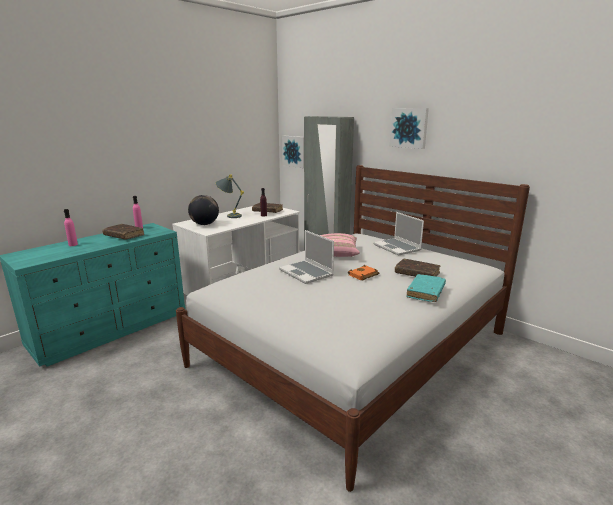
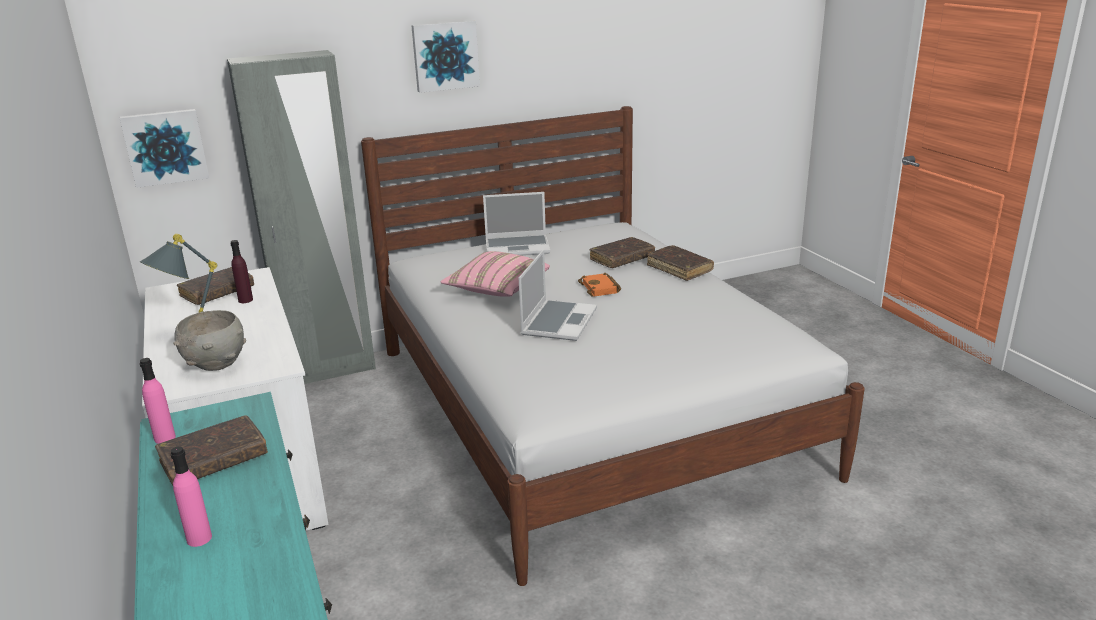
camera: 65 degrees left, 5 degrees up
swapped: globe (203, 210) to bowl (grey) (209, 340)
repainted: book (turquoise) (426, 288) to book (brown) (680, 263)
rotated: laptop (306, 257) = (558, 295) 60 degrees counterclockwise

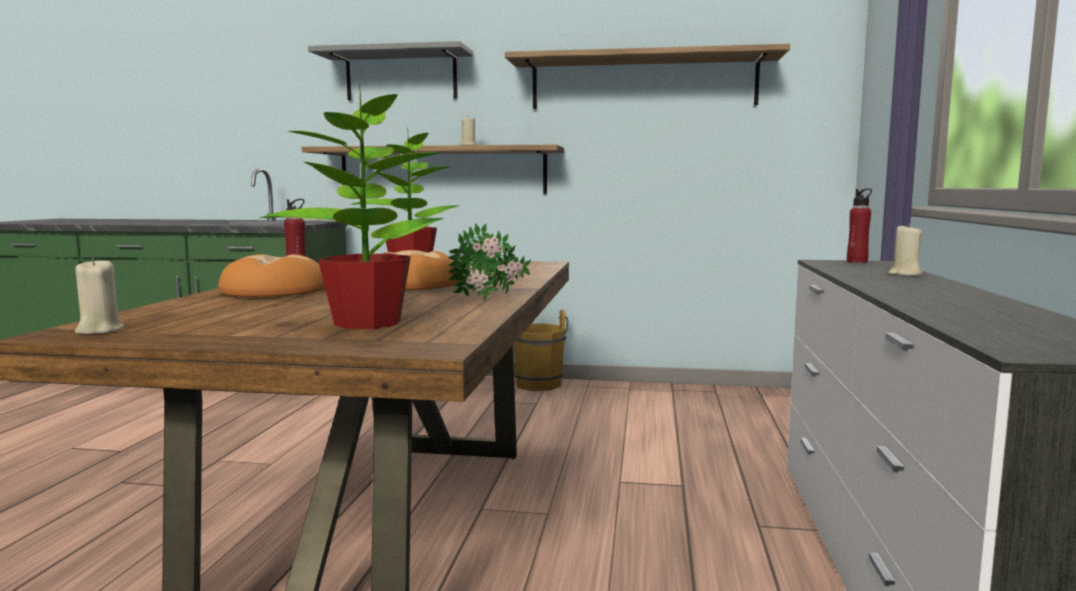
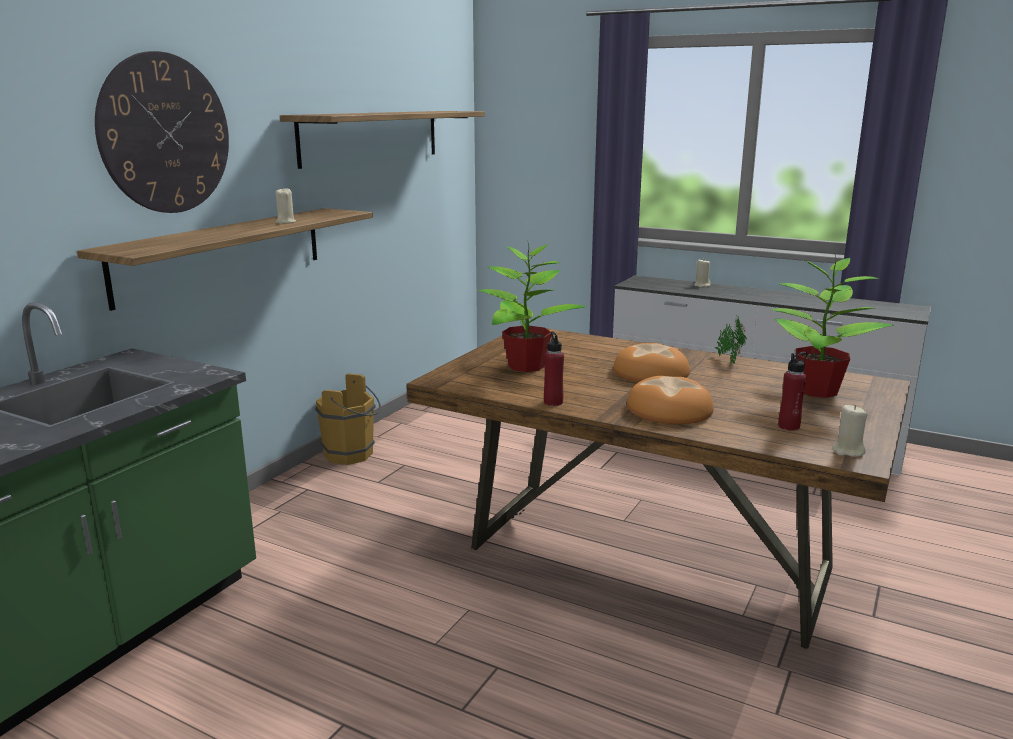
camera: 70 degrees left, 10 degrees up
shifted: bottle (red) (859, 226) to (793, 391)
swapped: shelf (grey) (390, 70) to wall clock (162, 132)

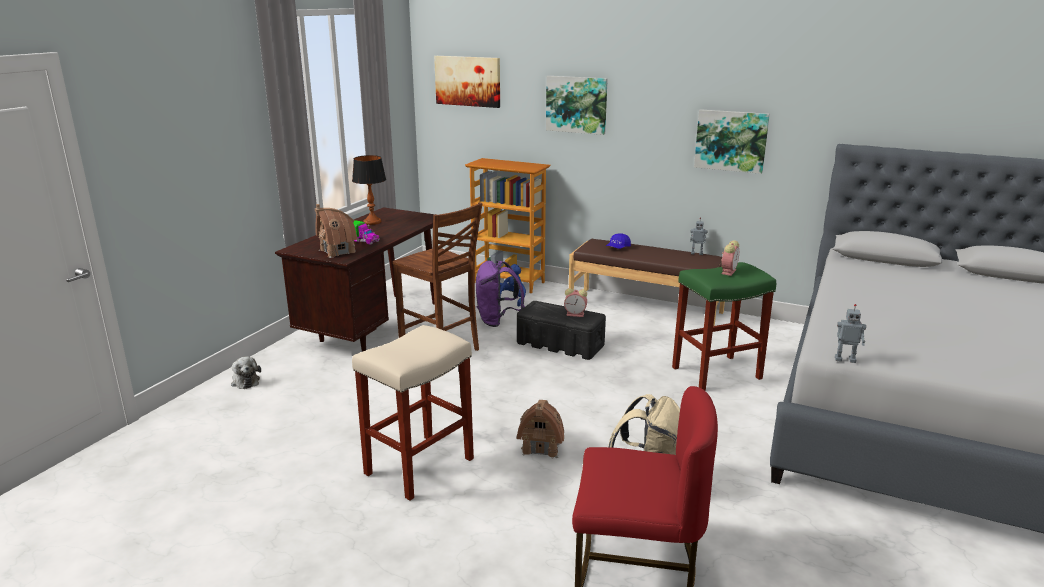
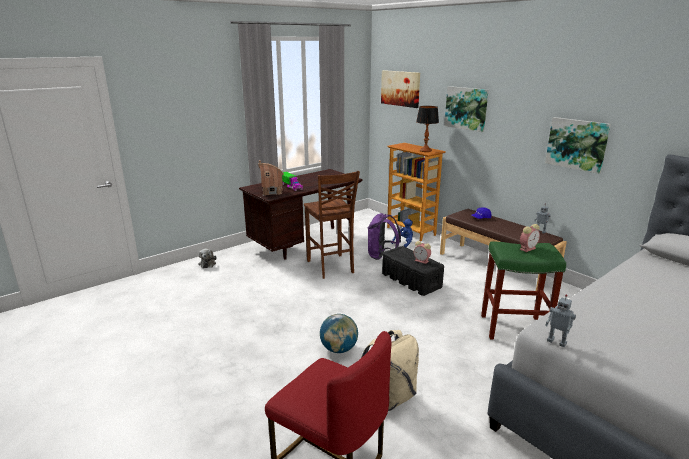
camera: 25 degrees right, 0 degrees up
gone: stool (beige) (413, 413)
shifted: table lamp (369, 190) to (427, 129)
swapped: toy house (540, 429) to globe (339, 333)

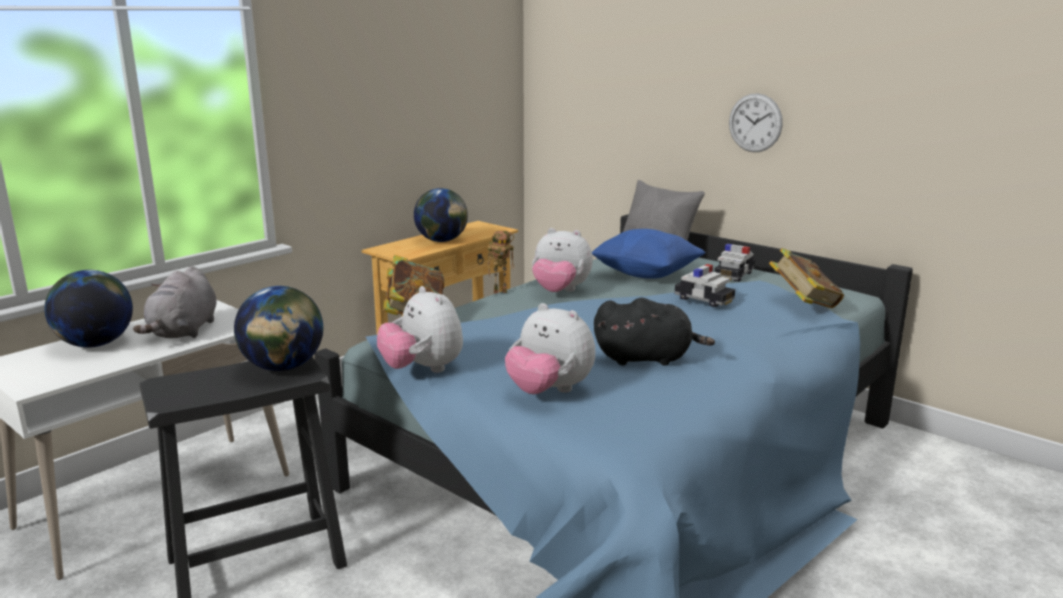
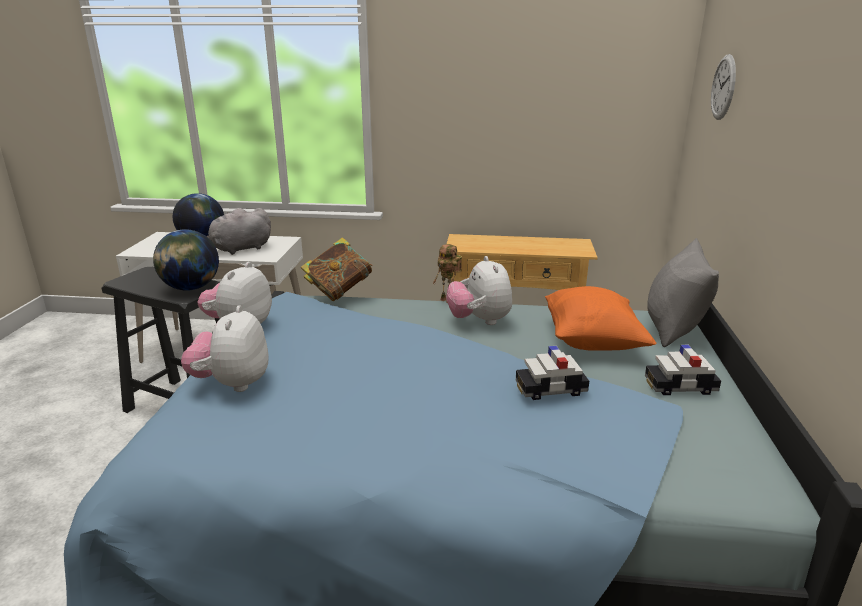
camera: 55 degrees right, 5 degrees up
gone: globe (441, 215); plush toy (black) (654, 332); book (806, 278)
shifted: wall clock (756, 122) to (723, 87)
repainted: pillow (blue) (649, 254) to pillow (orange) (601, 318)
rotated: toy car (705, 285) = (552, 373) 75 degrees clockwise

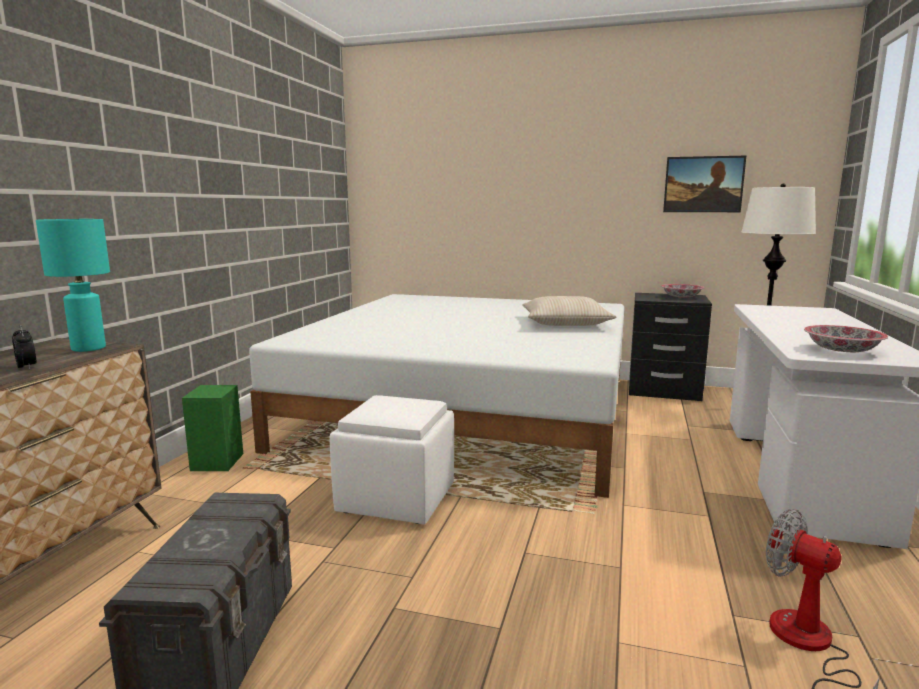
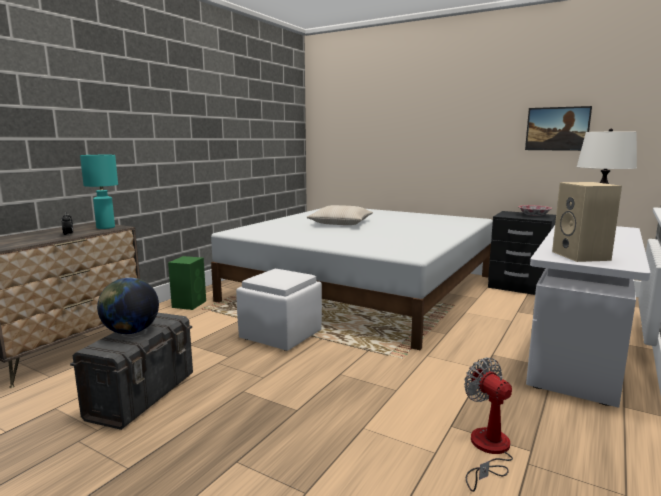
camera: 15 degrees right, 0 degrees up
new: globe (128, 306)
shifted: pillow (beige) (569, 311) to (339, 215)
swapped: bowl (846, 338) to speaker (beige) (587, 222)

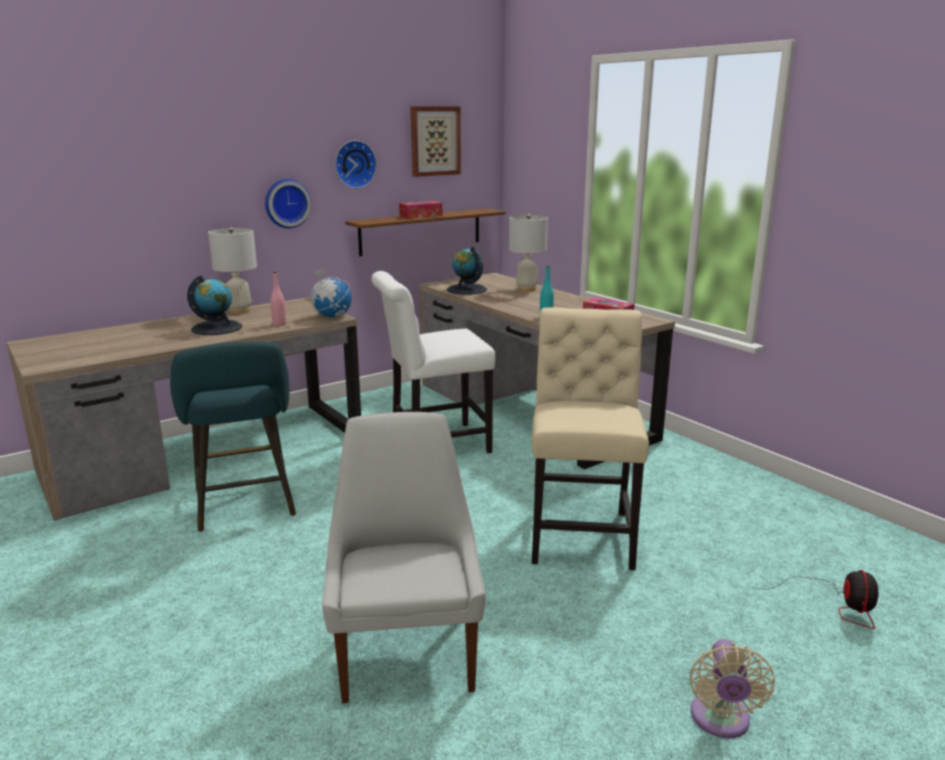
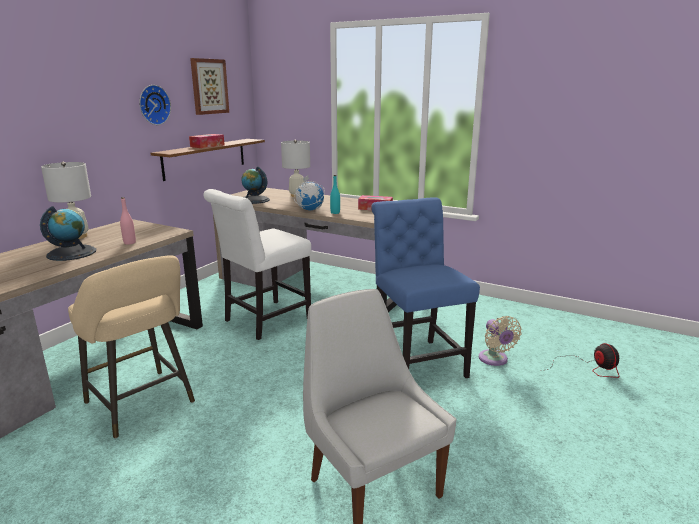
camera: 25 degrees left, 0 degrees up
gone: wall clock (288, 203)
shifted: globe (331, 292) to (309, 192); fan (beige) (732, 688) to (500, 341)
repainted: stool (turquoise) (233, 437) to stool (beige) (131, 346); chair (beige) (590, 439) to chair (blue) (425, 287)

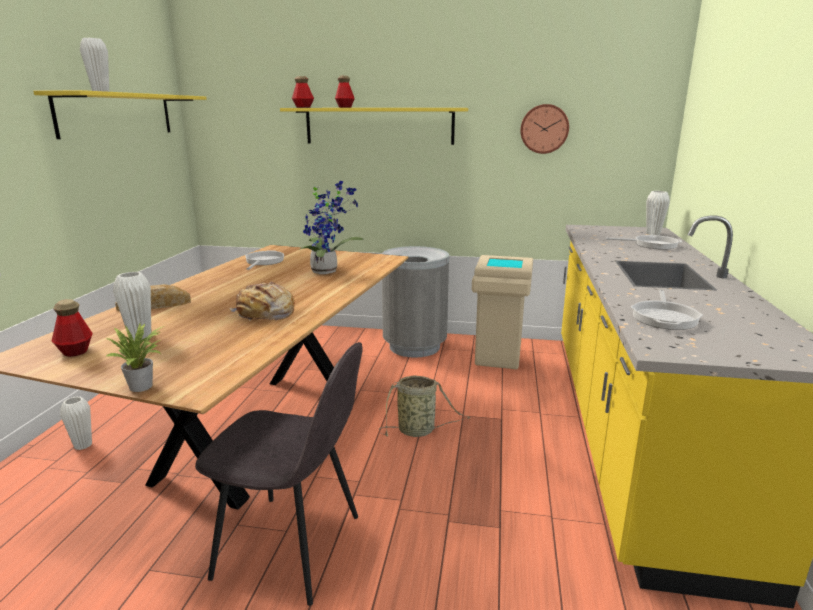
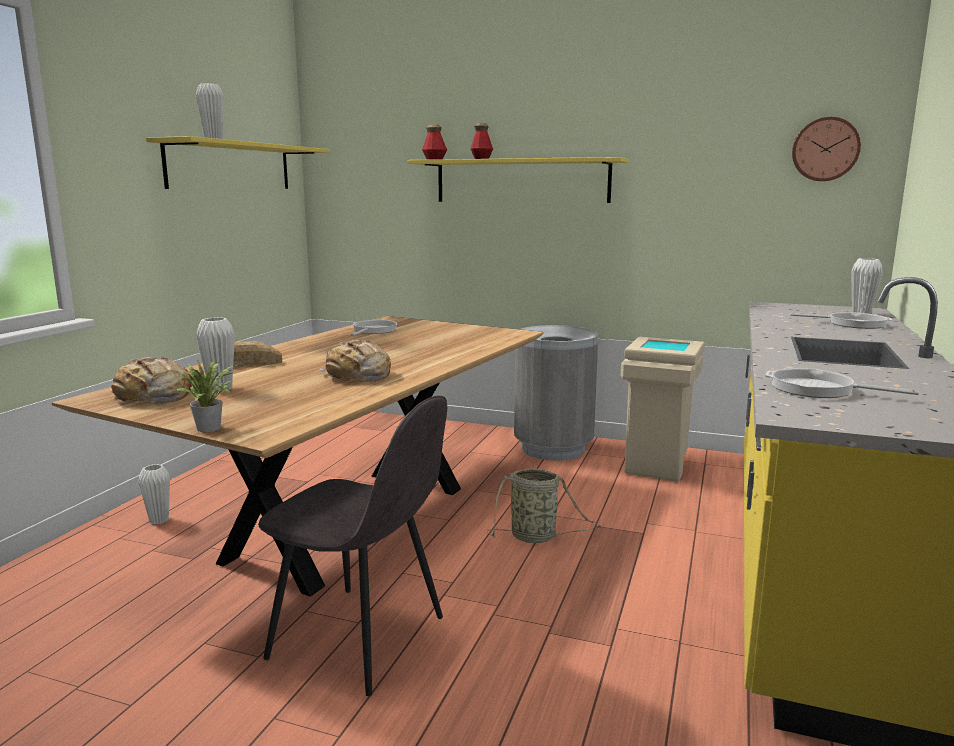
camera: 10 degrees right, 5 degrees down
gone: potted plant (331, 227)
shifted: wall clock (544, 129) to (826, 149)
swapped: bottle (72, 328) to bread (151, 380)
rotated: frying pan (667, 310) = (842, 383) 90 degrees clockwise

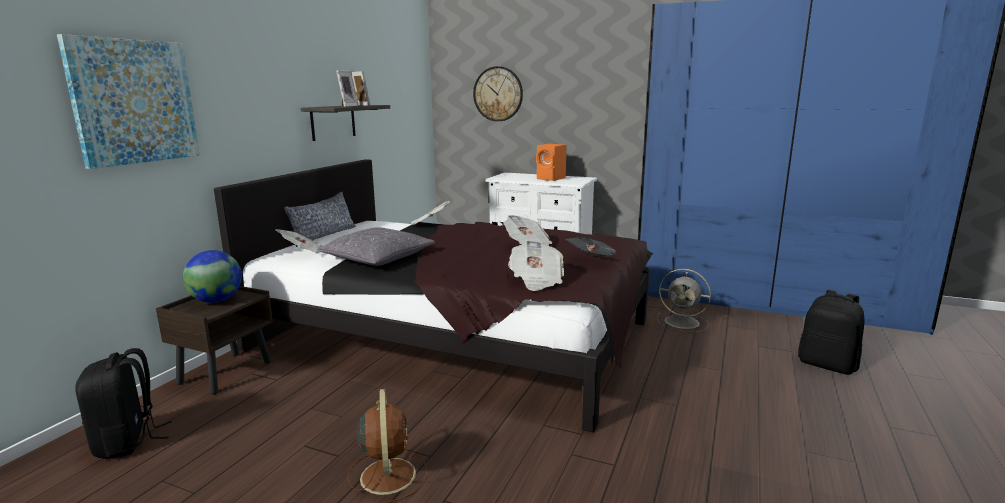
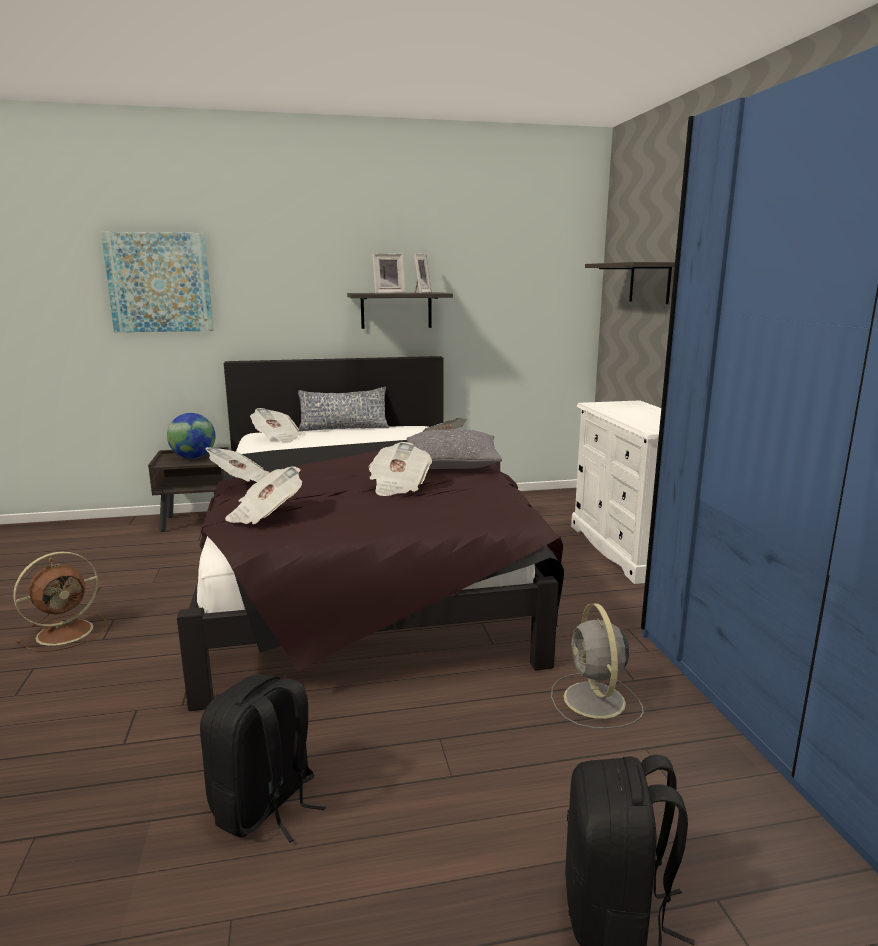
camera: 55 degrees right, 0 degrees up
gone: speaker (orange) (551, 162)
shifted: backpack (black) (123, 403) to (263, 758); pillow (grey) (376, 246) to (454, 449); newspaper (591, 246) to (237, 464)
swapped: wall clock (498, 93) to shelf (630, 283)

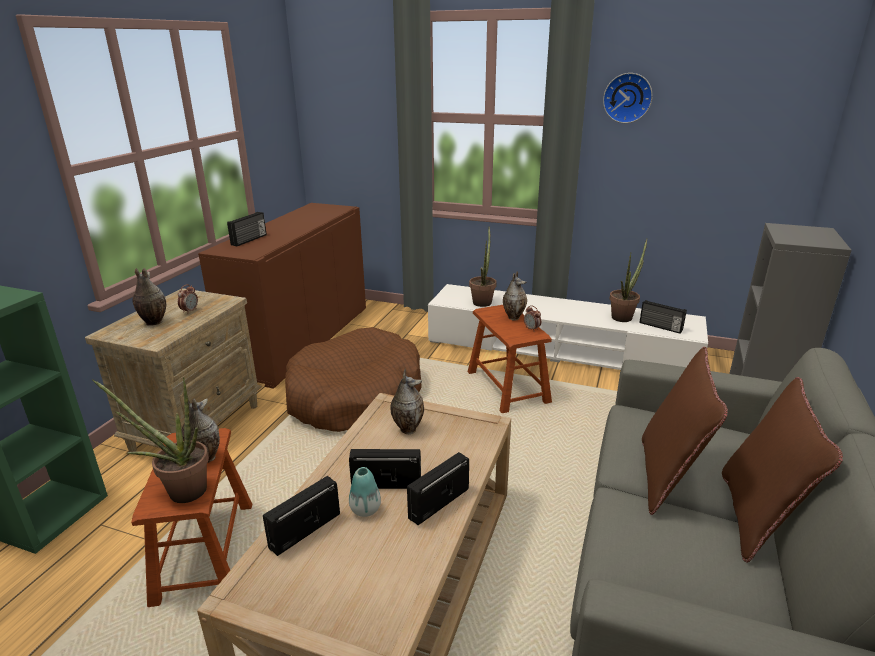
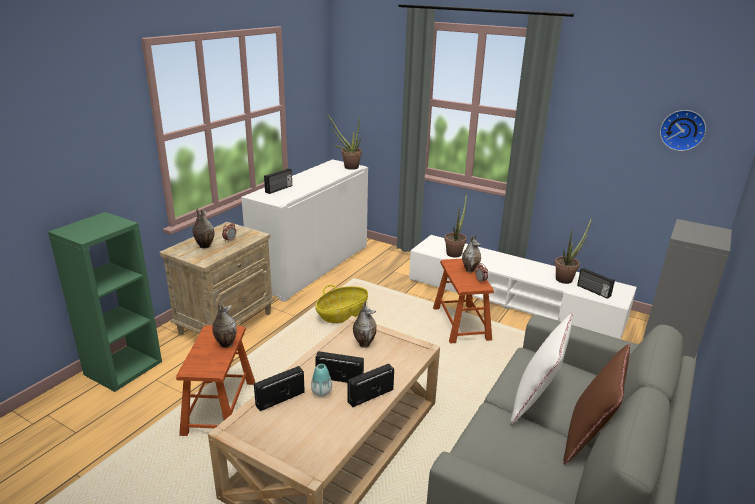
camera: 10 degrees right, 0 degrees up
shifted: potted plant (150, 440) to (344, 142); wall clock (628, 98) to (683, 130)
swapped: dog bed (brown) (353, 379) to basket (341, 304)
repainted: cabinet (brown) (282, 296) to cabinet (white) (304, 230); pillow (brown) (685, 431) to pillow (white) (542, 369)

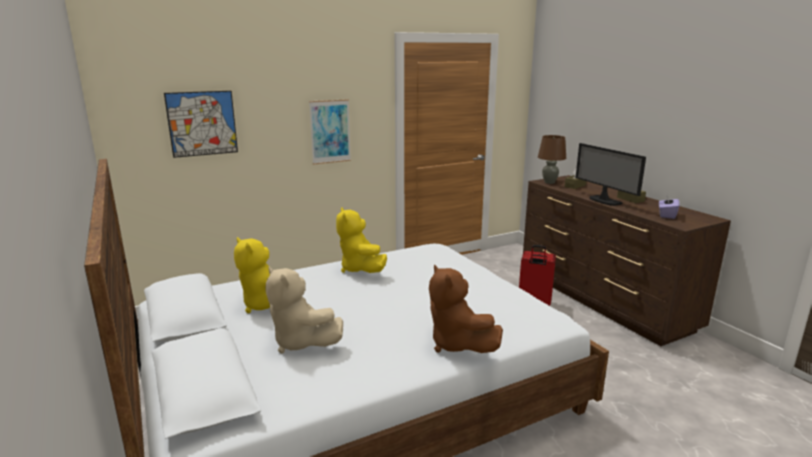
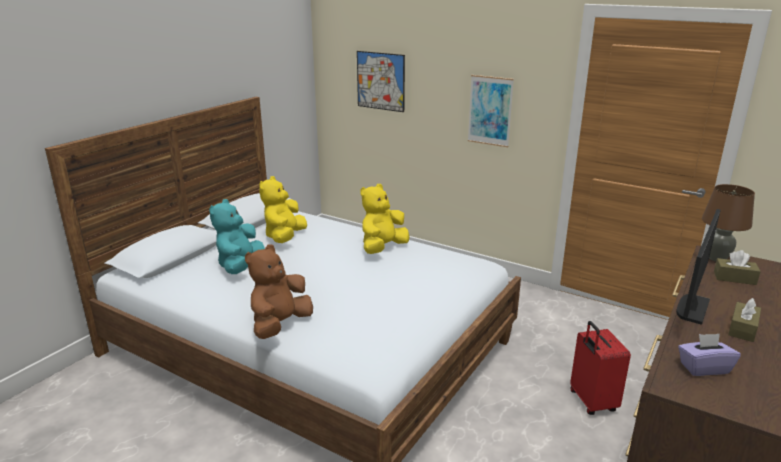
camera: 60 degrees right, 5 degrees up
repainted: plush toy (beige) (304, 310) to plush toy (turquoise) (237, 236)

